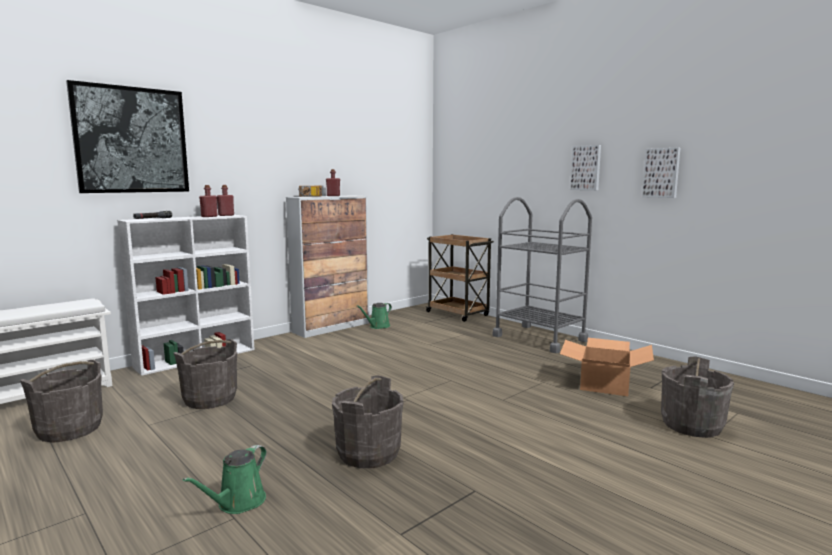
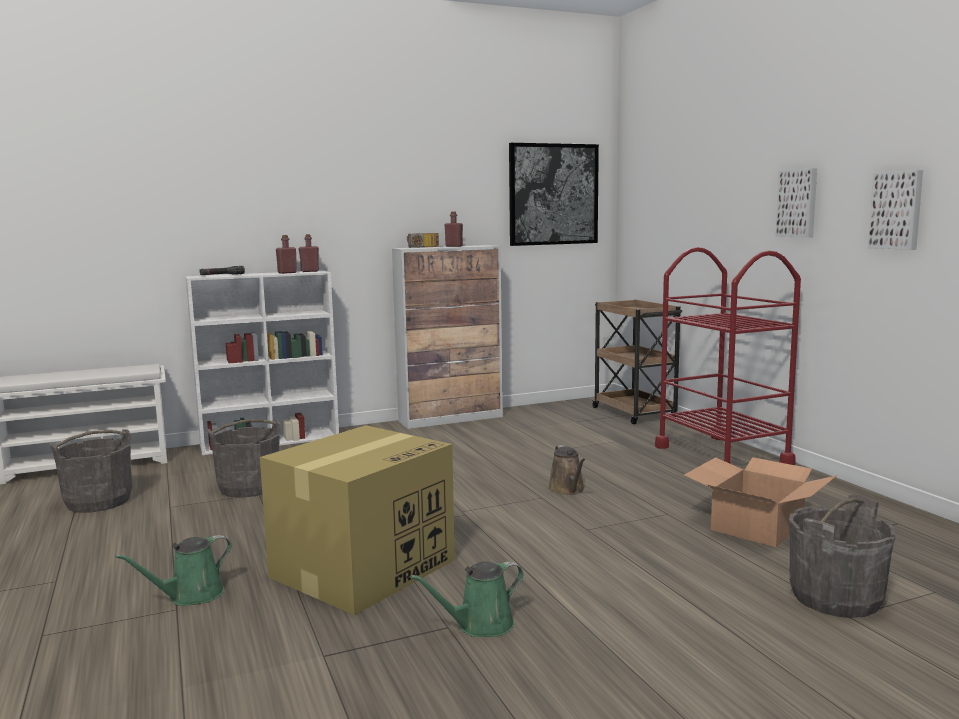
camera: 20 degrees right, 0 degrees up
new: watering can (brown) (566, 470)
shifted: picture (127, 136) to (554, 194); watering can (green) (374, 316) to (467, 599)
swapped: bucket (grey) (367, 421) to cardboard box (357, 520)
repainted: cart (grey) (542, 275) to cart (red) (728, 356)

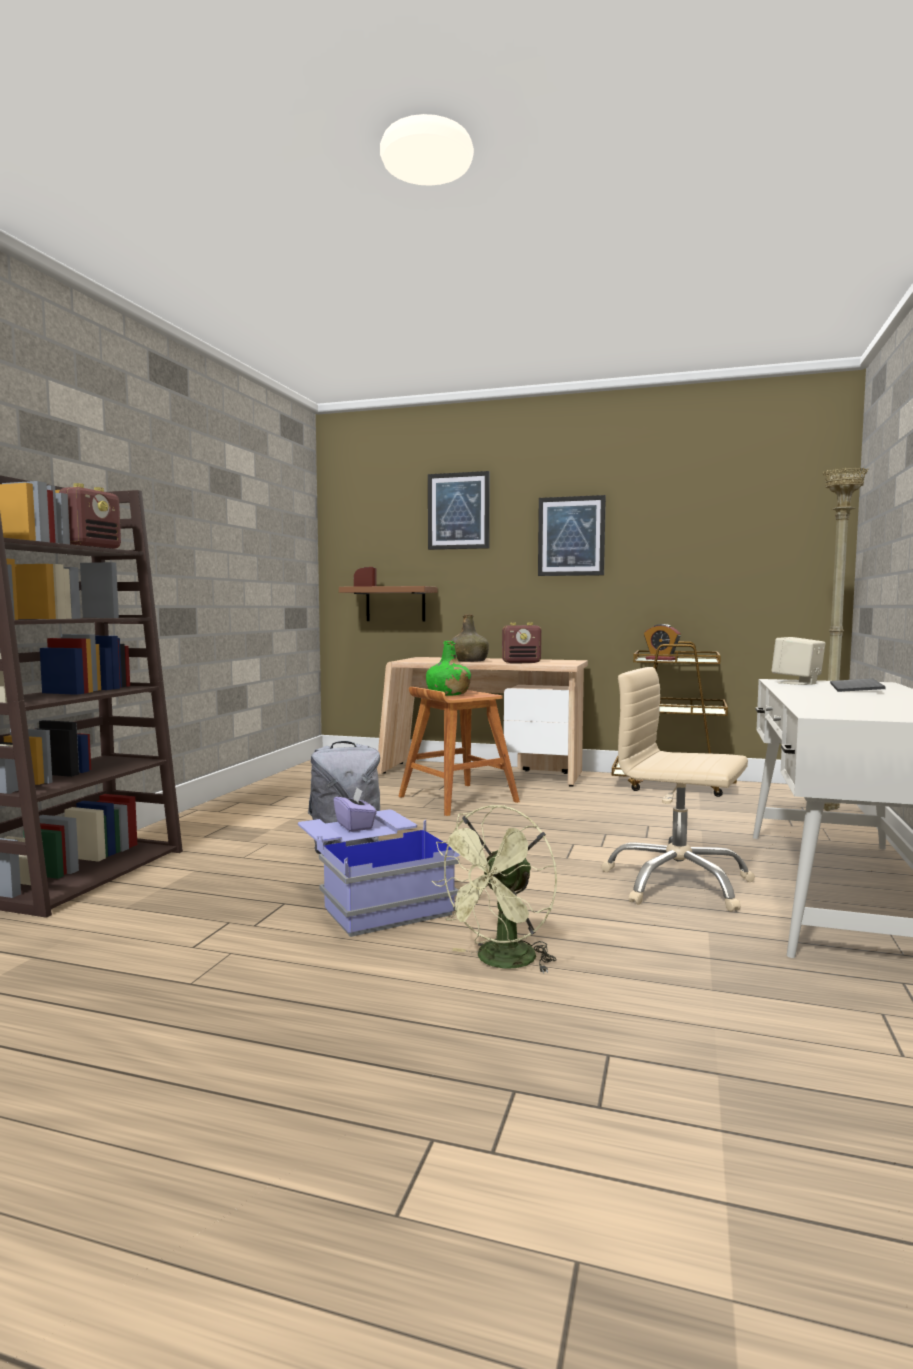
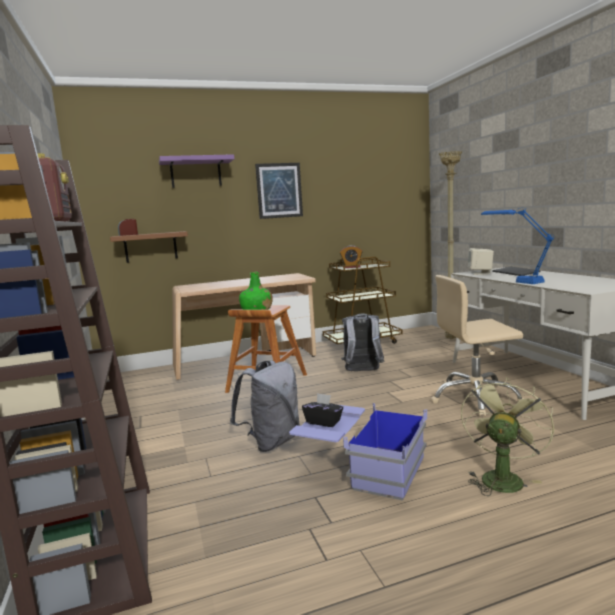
camera: 35 degrees left, 5 degrees up
gone: bottle (green) (470, 638); radio (521, 642)
new: backpack (grey) (362, 342); table lamp (blue) (517, 246)
swapped: picture (459, 510) to shelf (purple) (196, 171)
repainted: tissue box (purple) (355, 810) to tissue box (black) (322, 410)
rotated: fan (green) (494, 889) = (507, 436) 150 degrees counterclockwise

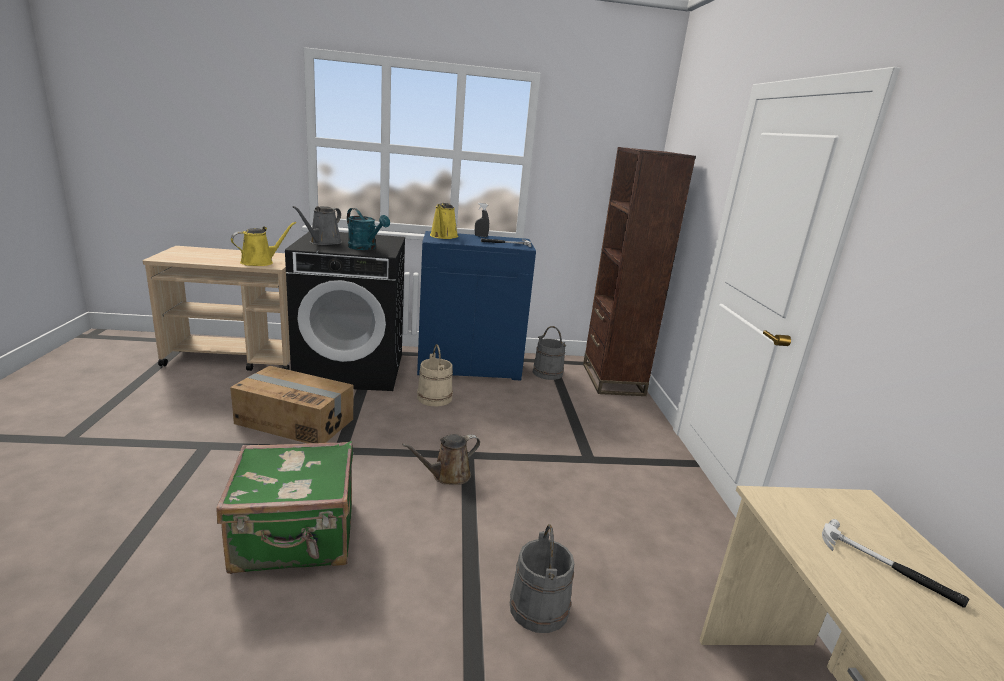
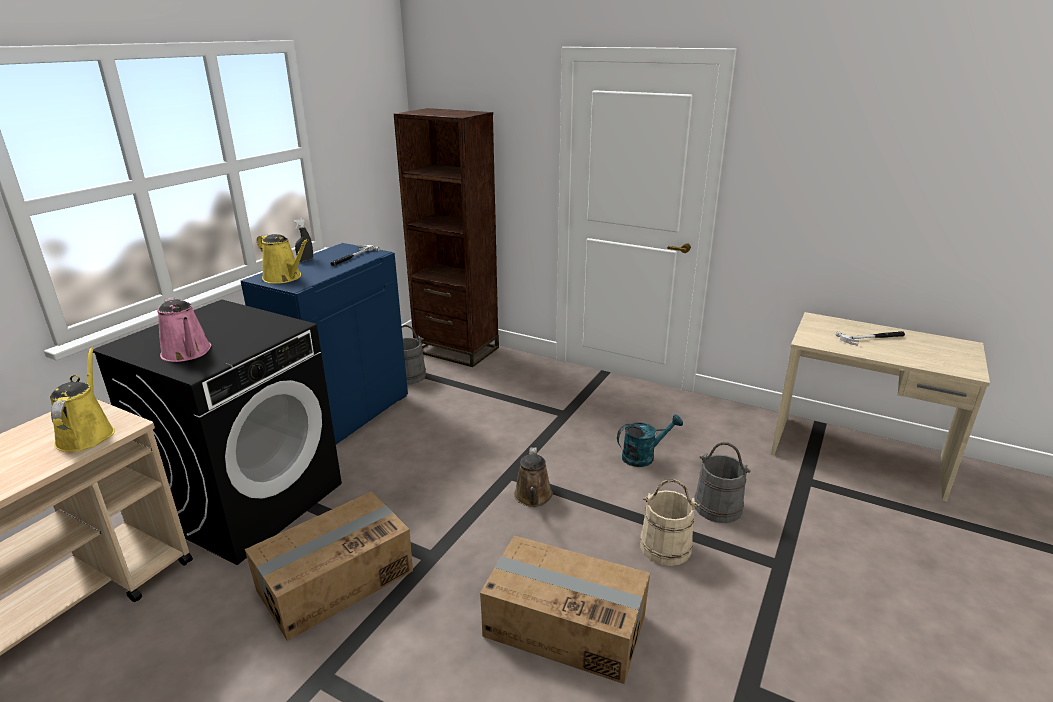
camera: 55 degrees left, 5 degrees up
shifted: watering can (turquoise) (368, 229) to (650, 440); bucket (beige) (435, 375) to (670, 522)
swapped: suitcase (green) (284, 507) to cardboard box (565, 610)
repainted: watering can (grey) (317, 225) to watering can (pink) (184, 329)

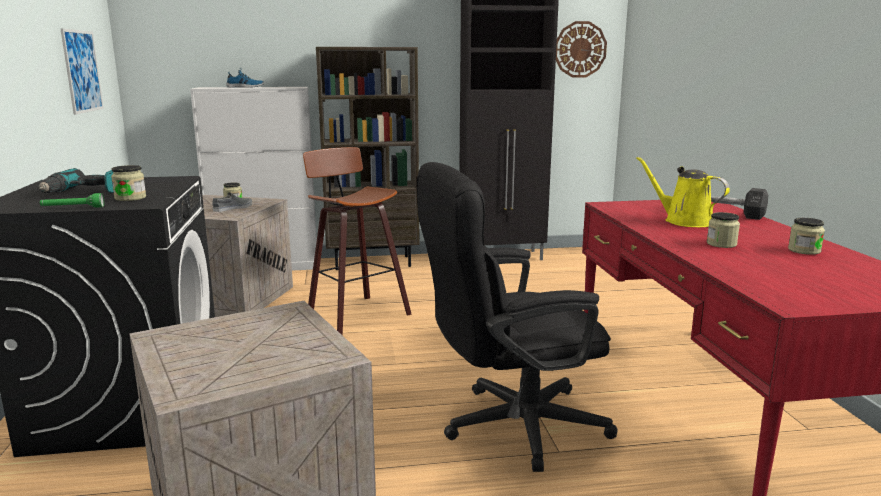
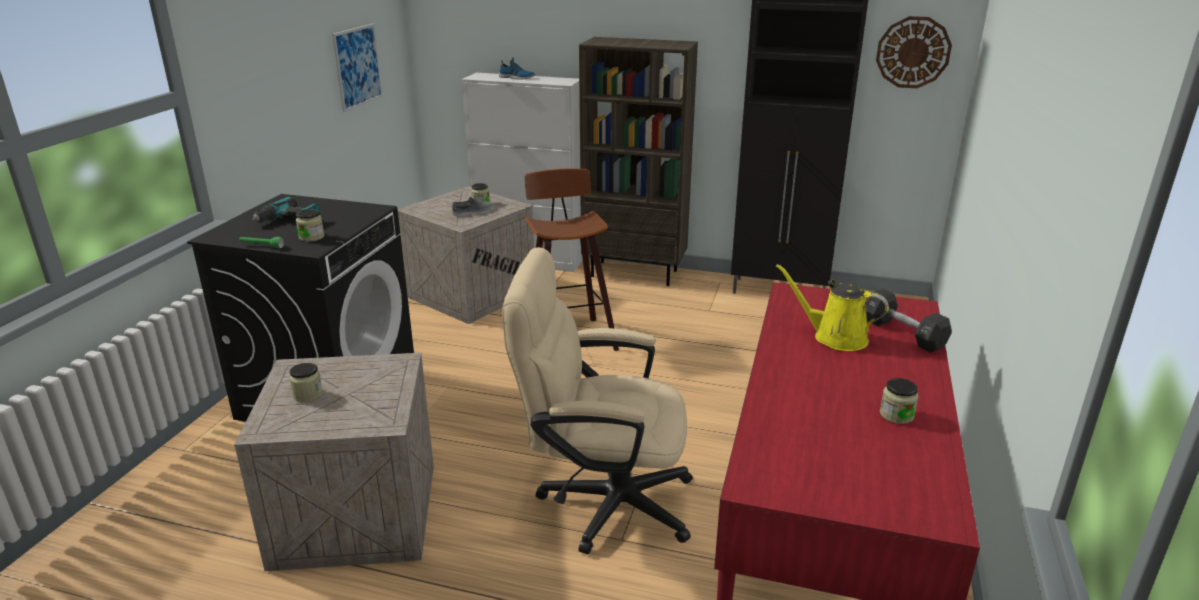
camera: 25 degrees right, 10 degrees up
shifted: jar (723, 230) to (306, 383)
repainted: office chair (black) (517, 317) to office chair (beige) (597, 400)
rotated: watering can (yellow) (683, 192) = (832, 307) 45 degrees counterclockwise

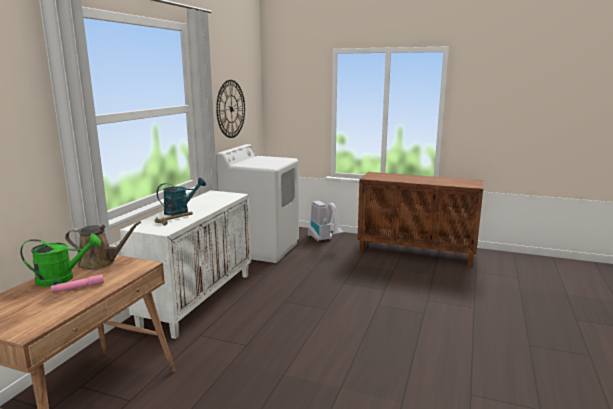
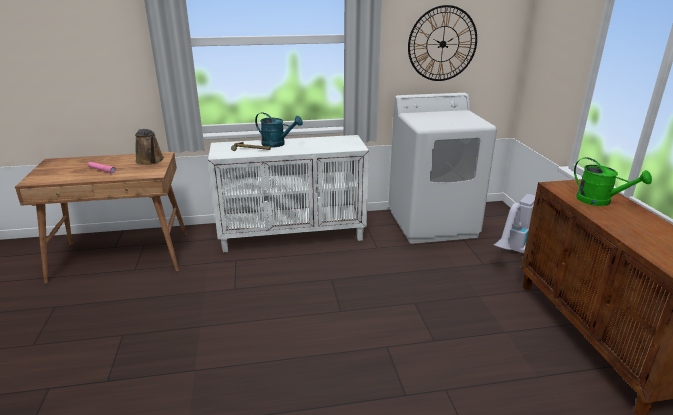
camera: 60 degrees right, 10 degrees up
shifted: watering can (green) (60, 260) to (613, 181)

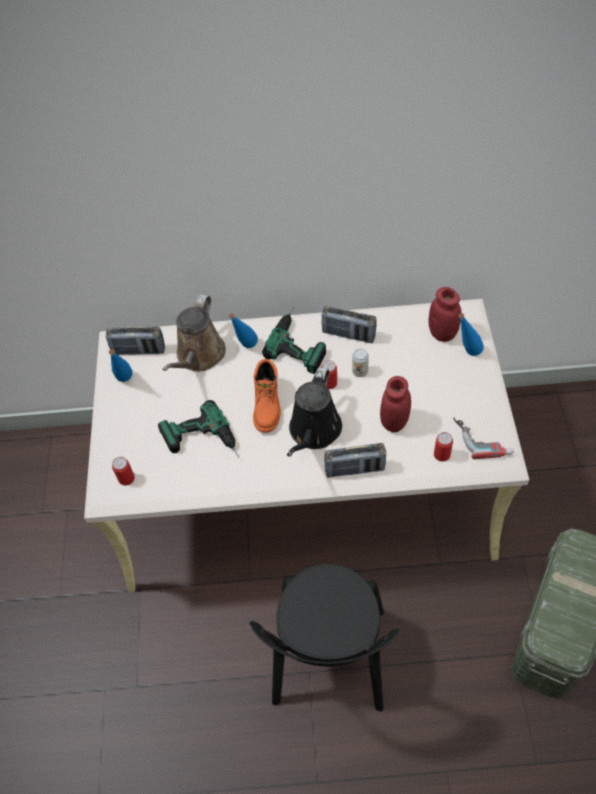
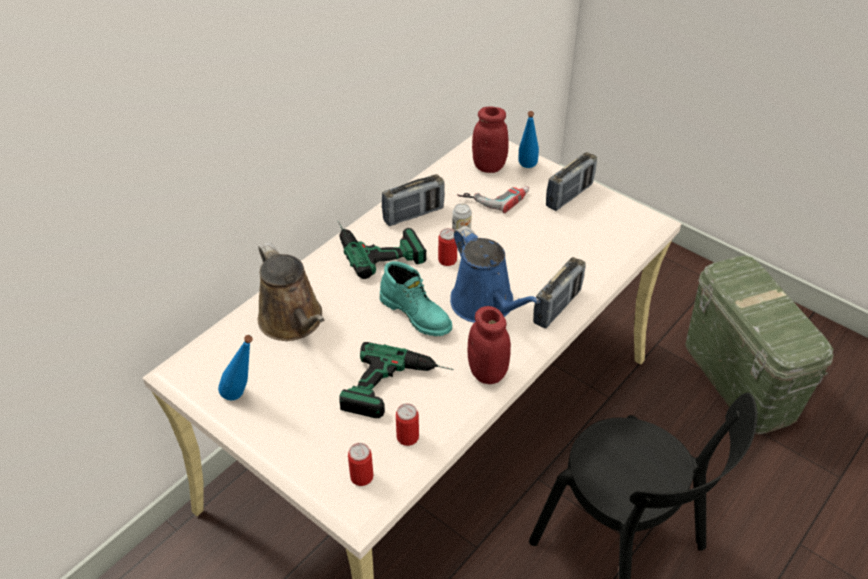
camera: 50 degrees left, 10 degrees down
gone: bottle (blue) (243, 330)
shifted: radio (135, 340) to (571, 181); jar (red) (395, 404) to (489, 345); can (443, 447) to (407, 424); power drill (484, 438) to (493, 199)
repainted: boot (orange) (267, 396) to boot (turquoise) (416, 298); watering can (black) (314, 412) to watering can (blue) (495, 274)

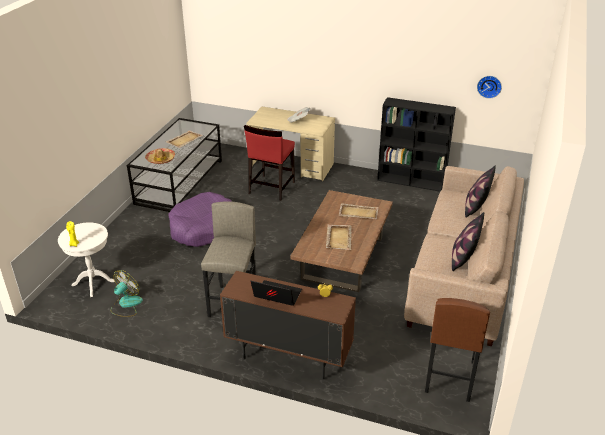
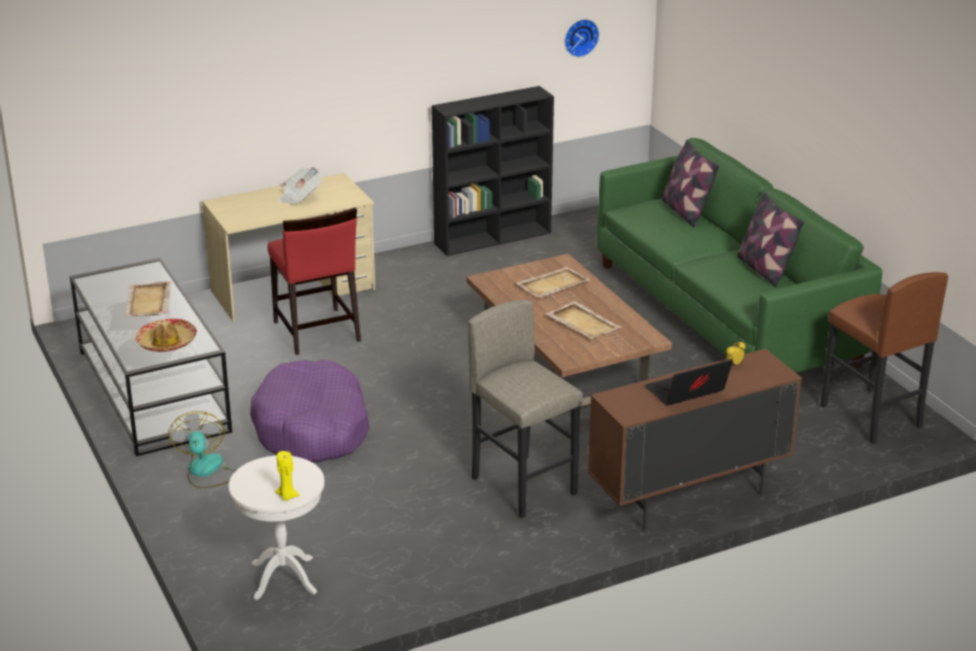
camera: 45 degrees left, 5 degrees down
shifted: fan (127, 293) to (202, 449)
repainted: sofa (beige) (464, 256) to sofa (green) (739, 255)

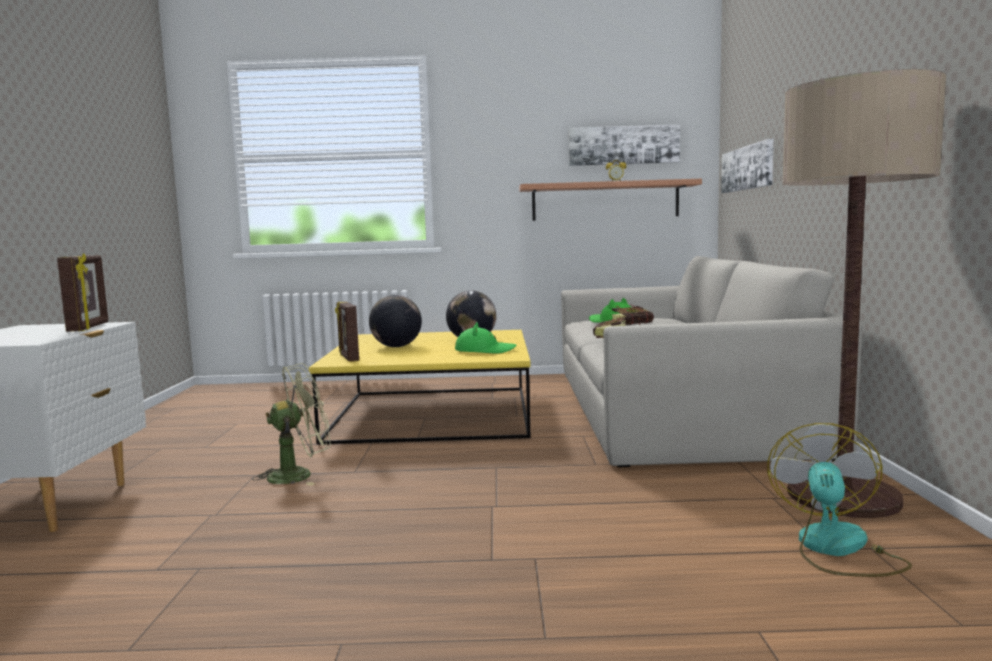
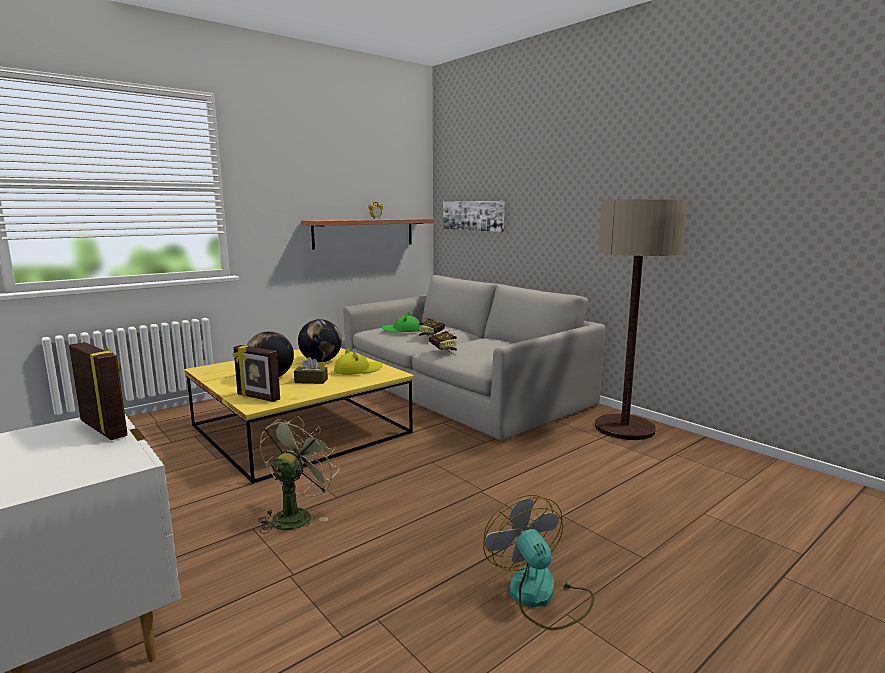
camera: 40 degrees left, 5 degrees up
gone: picture (624, 145)
new: tissue box (brown) (311, 370)
shifted: fan (839, 500) to (538, 562)
repainted: hat (green) (486, 338) to hat (yellow) (358, 361)

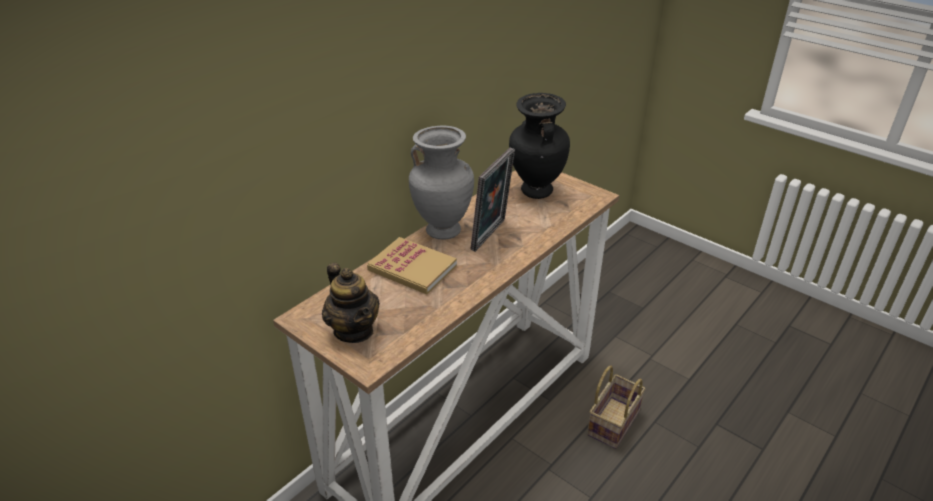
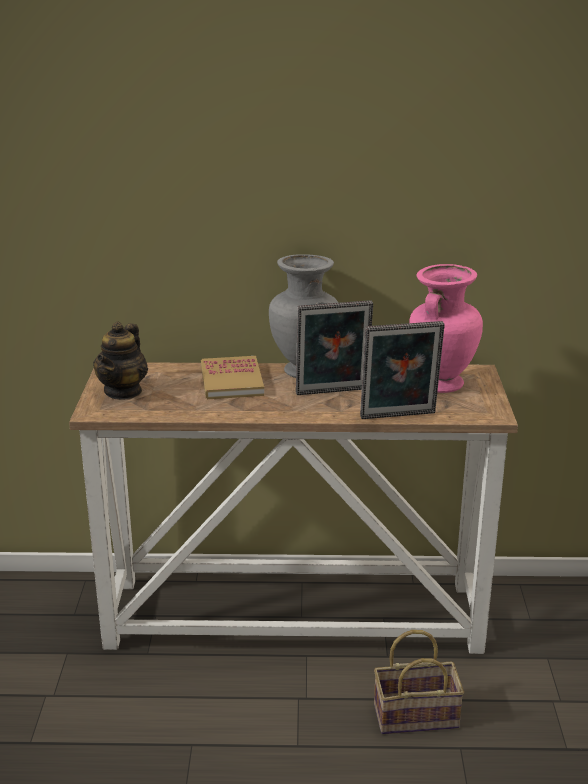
camera: 50 degrees right, 10 degrees down
new: picture frame (402, 370)
repainted: vase (black) (539, 146) to vase (pink) (446, 328)

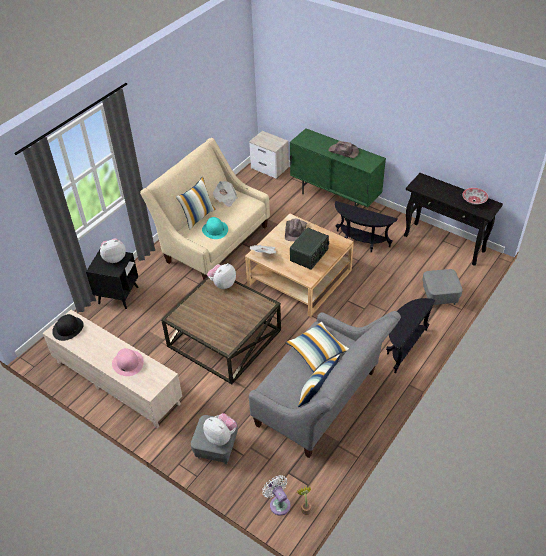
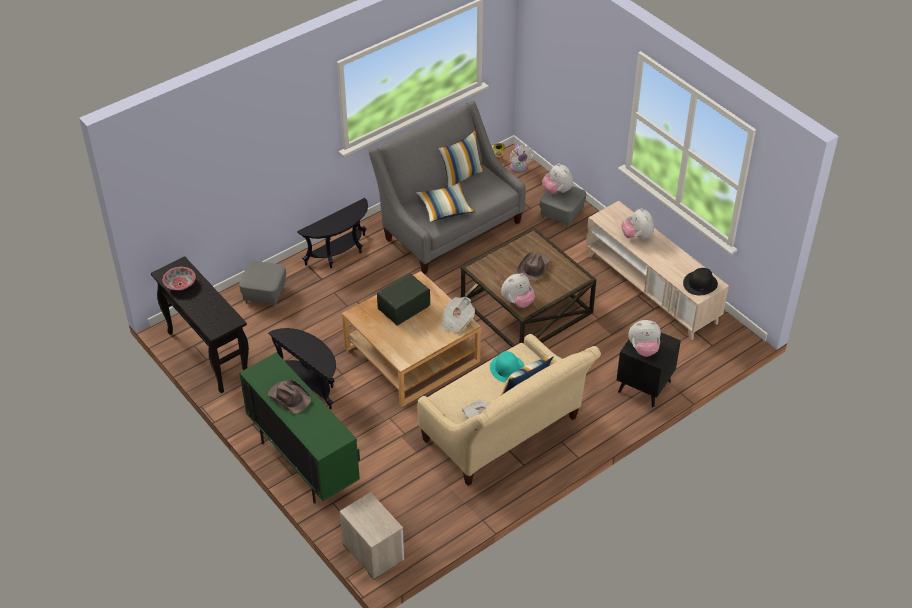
camera: 165 degrees left, 0 degrees up
shifted: hat (brown) (296, 230) to (534, 266)
swapped: hat (pink) (128, 362) to plush toy (637, 224)

